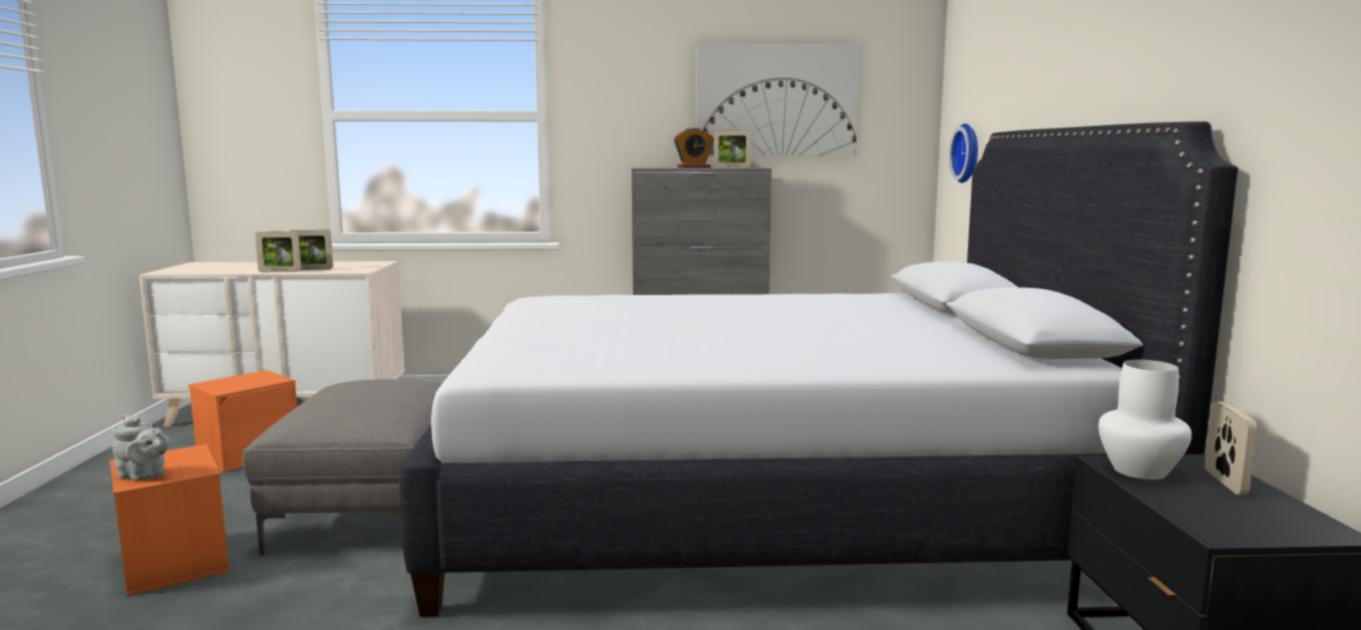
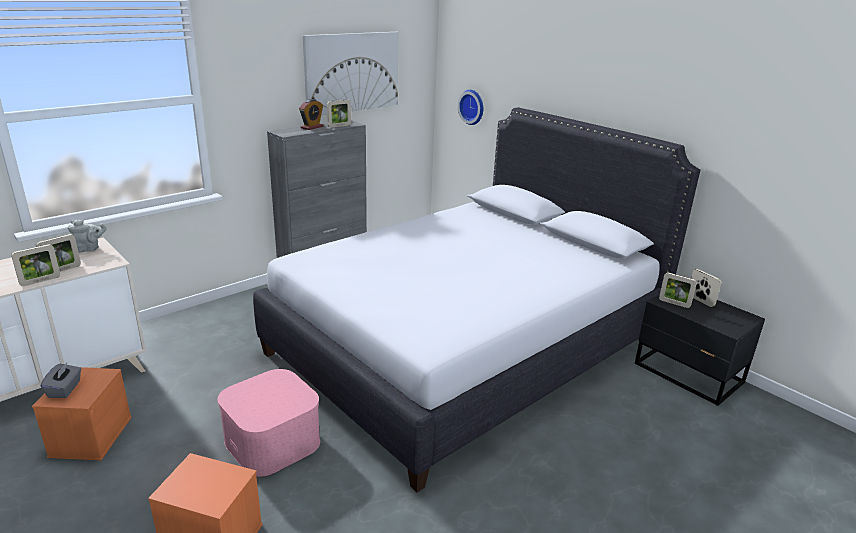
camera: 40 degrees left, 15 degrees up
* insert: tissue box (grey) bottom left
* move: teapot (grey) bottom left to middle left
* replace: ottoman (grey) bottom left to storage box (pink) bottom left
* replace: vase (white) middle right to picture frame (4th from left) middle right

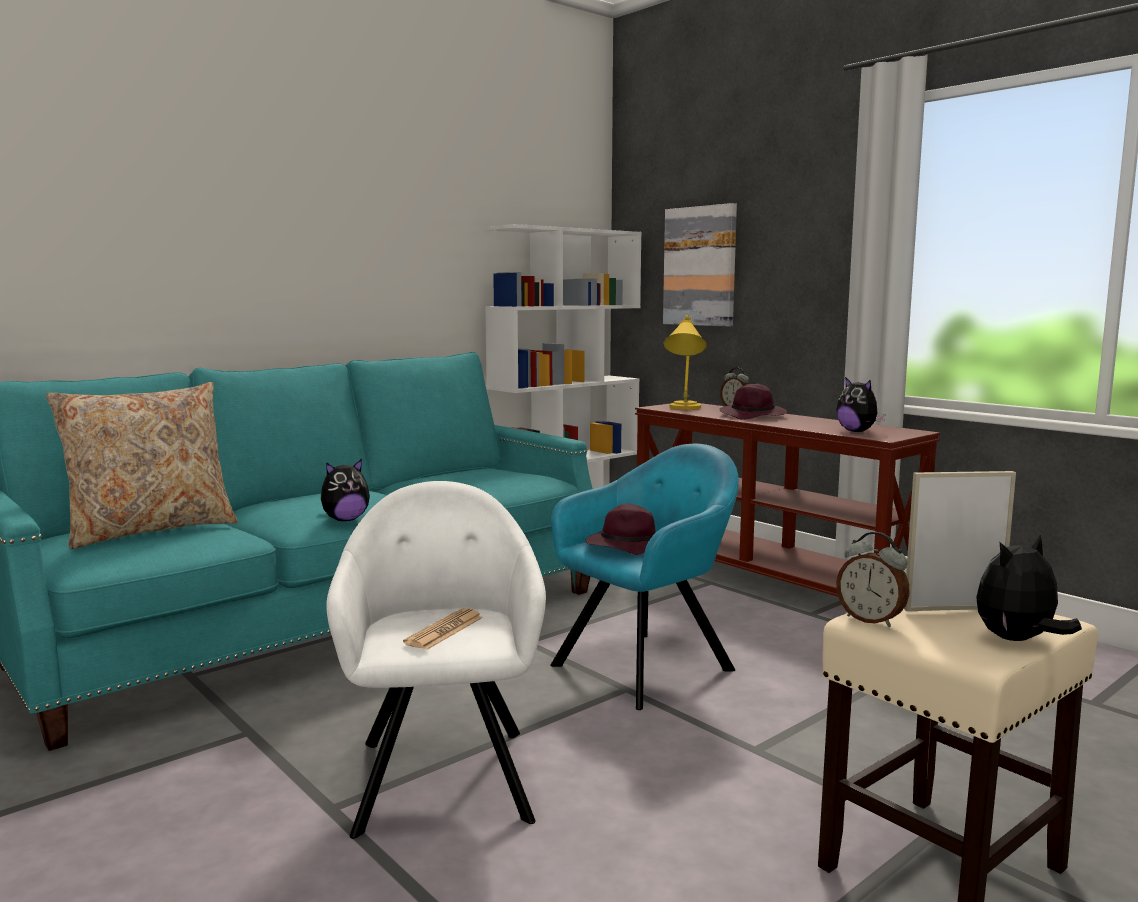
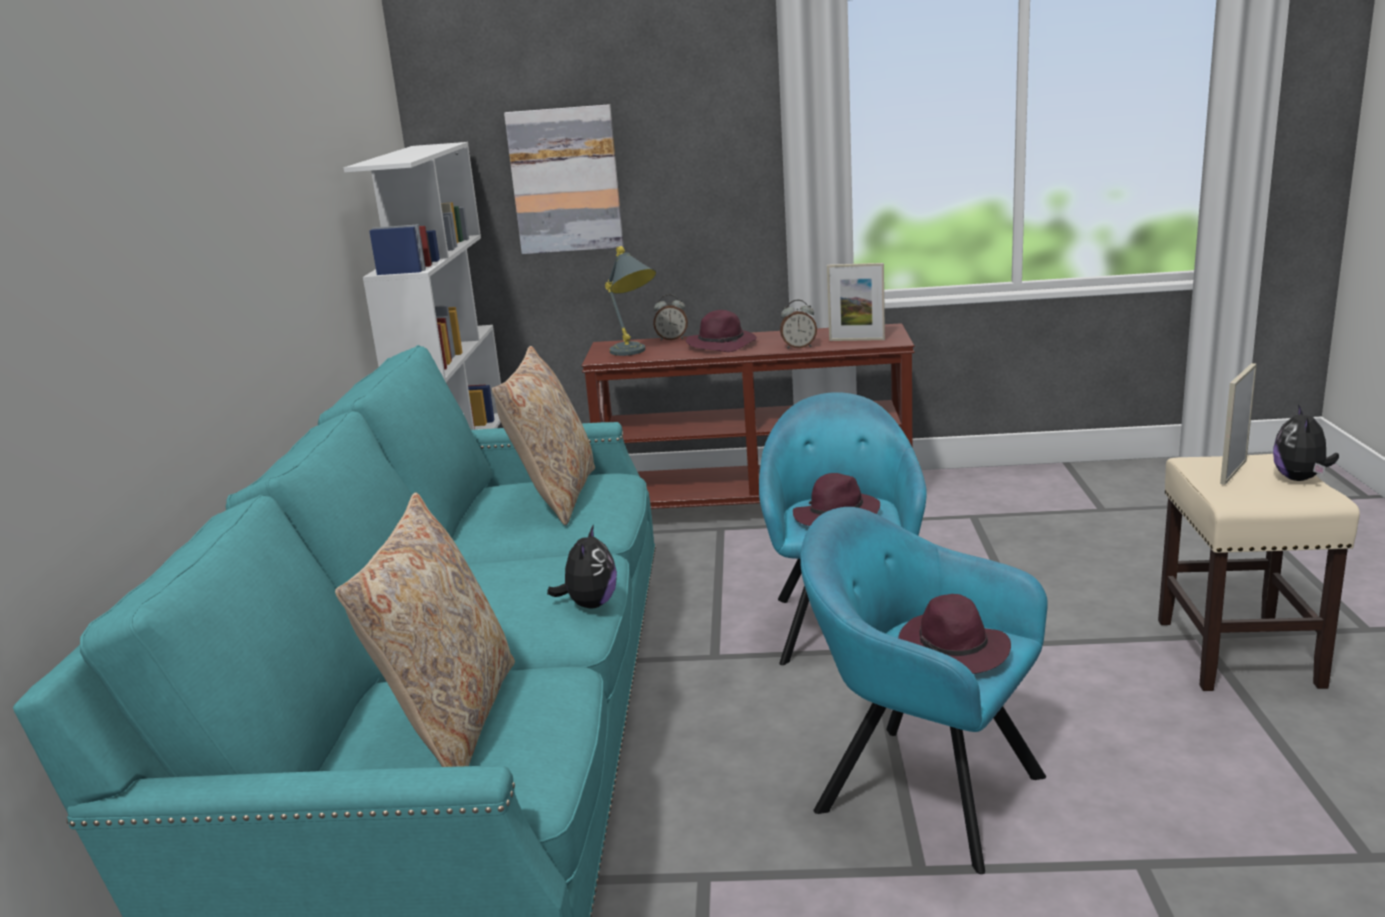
camera: 45 degrees left, 10 degrees up
* insert: pillow (beige) (2nd from left) centre
* move: alarm clock (2nd from left) middle right to centre
* replace: newspaper bottom centre to hat (purple) (3rd from left) bottom right
* replace: plush toy (2nd from left) middle right to picture frame (1st from left) top centre
* recolor: armchair (white) bottom centre to armchair (turquoise) (2nd from left) bottom right
* recolor: table lamp (yellow) centre to table lamp (grey) top centre

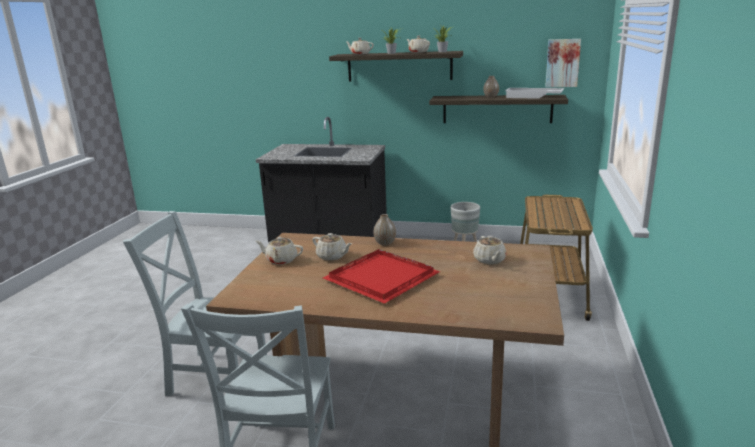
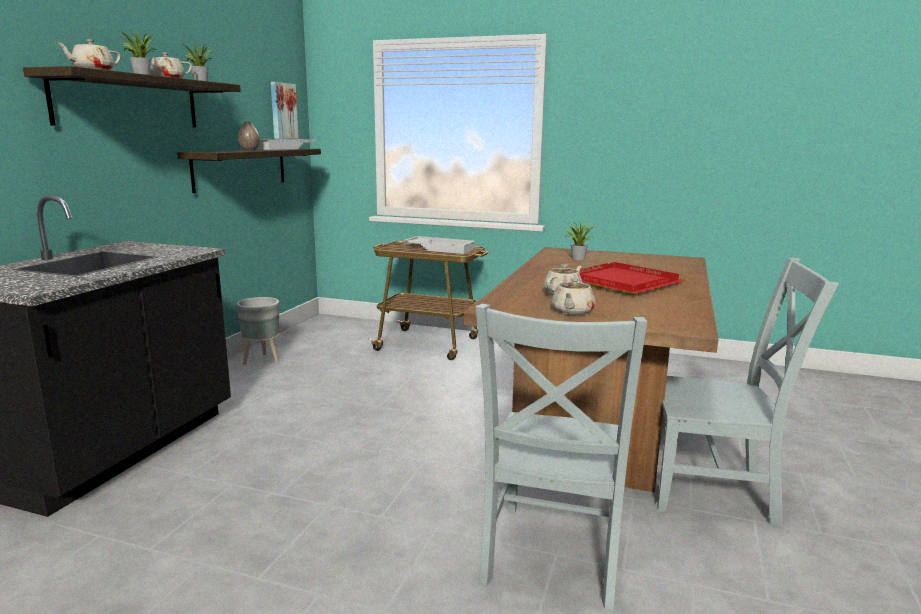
camera: 85 degrees left, 5 degrees down
* delete: vase (1st from left) centre
* insert: tray (white) (2nd from left) centre
* replace: teapot (beige) (5th from left) centre to potted plant (3rd from left) centre

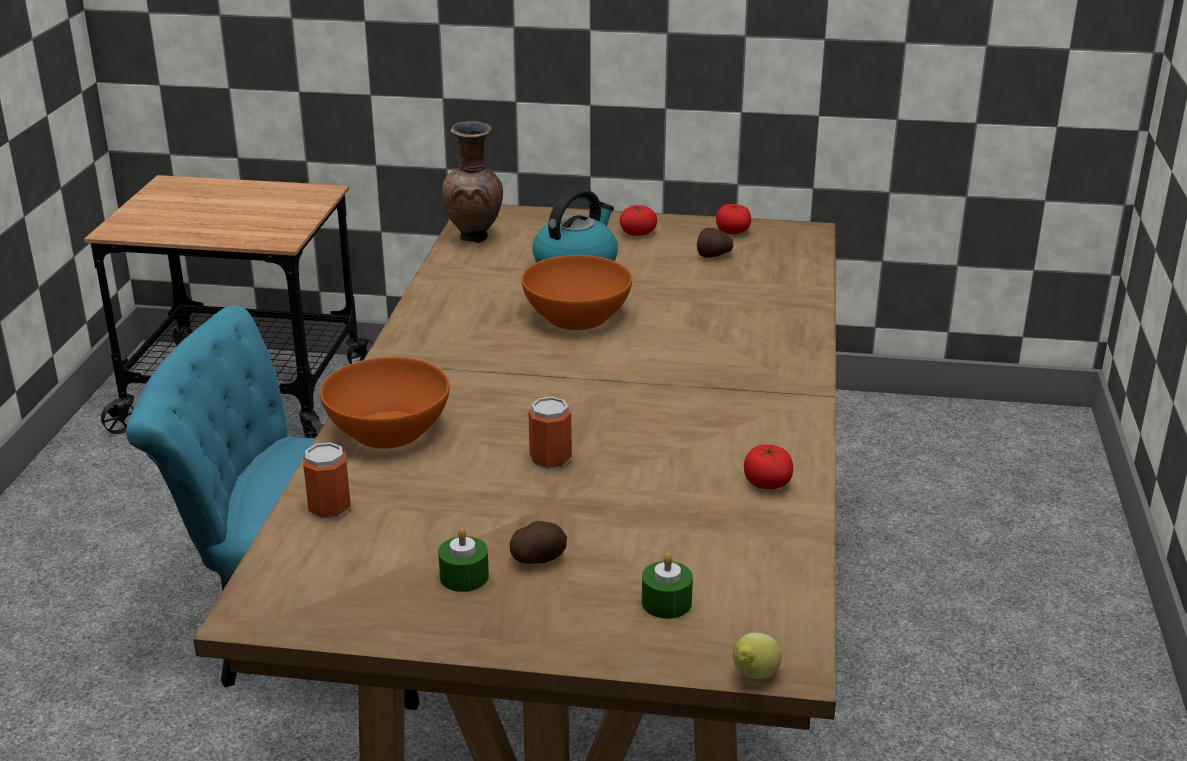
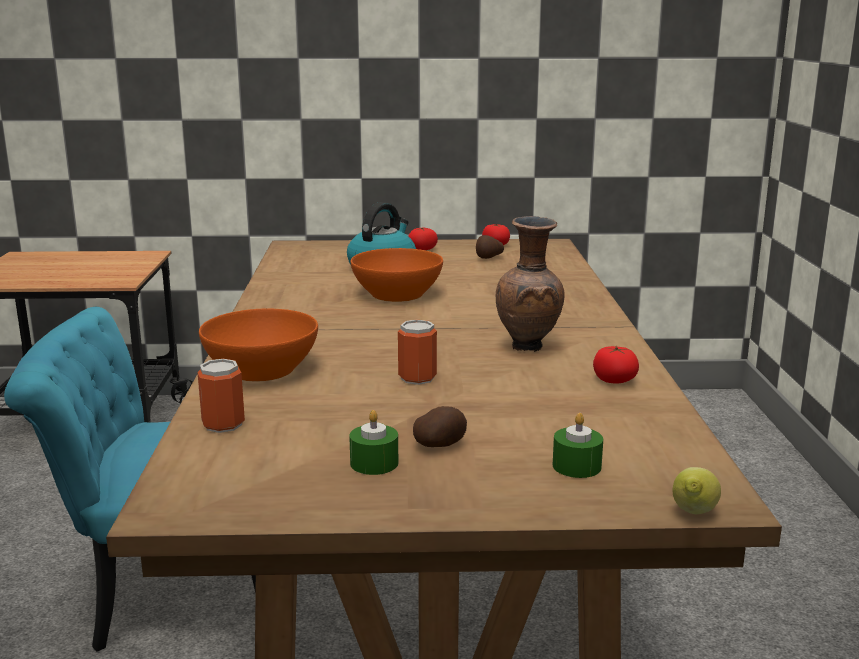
camera: 10 degrees left, 10 degrees down
* move: vase (brown) top centre to centre

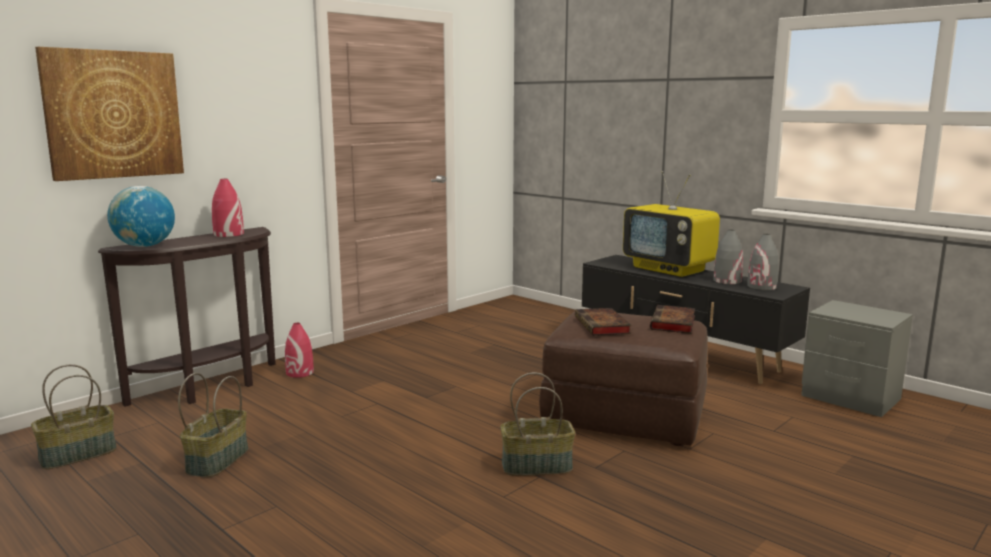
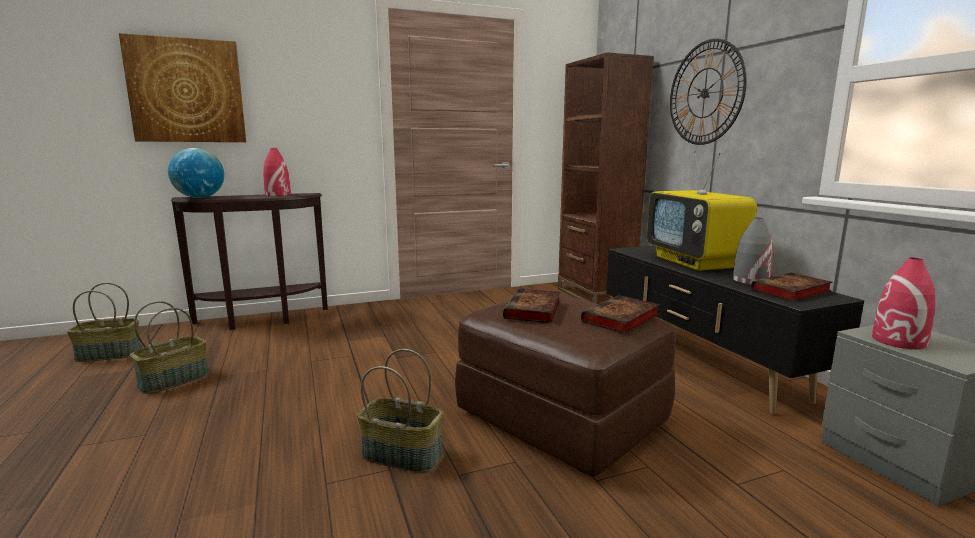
camera: 25 degrees right, 0 degrees up
* insert: bookcase (brown) top centre
* insert: wall clock top right
* move: vase (red) (2nd from left) middle left to middle right
* replace: vase (grey) (2nd from left) middle right to book (3rd from left) middle right

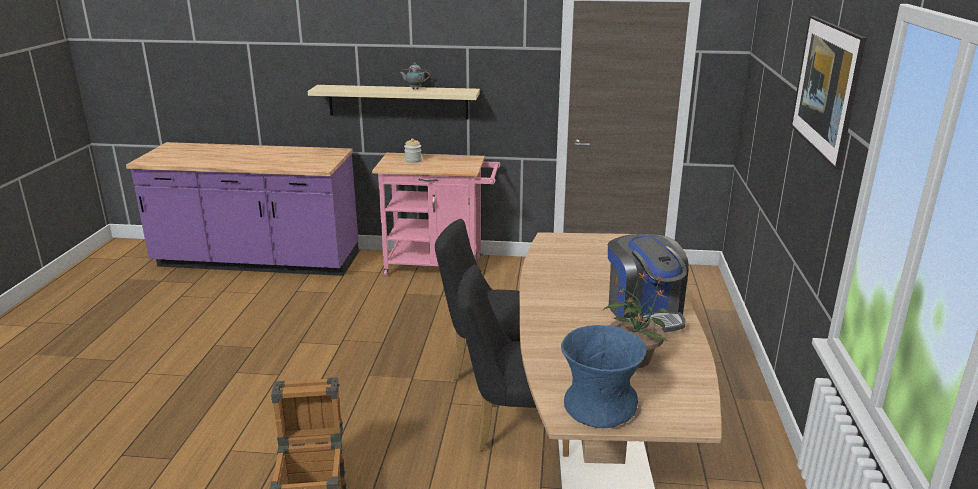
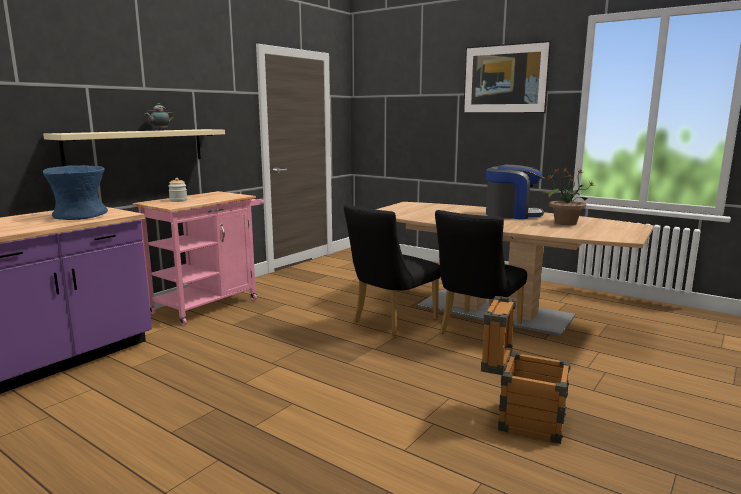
camera: 60 degrees left, 10 degrees down
* move: vase (blue) bottom centre to middle left

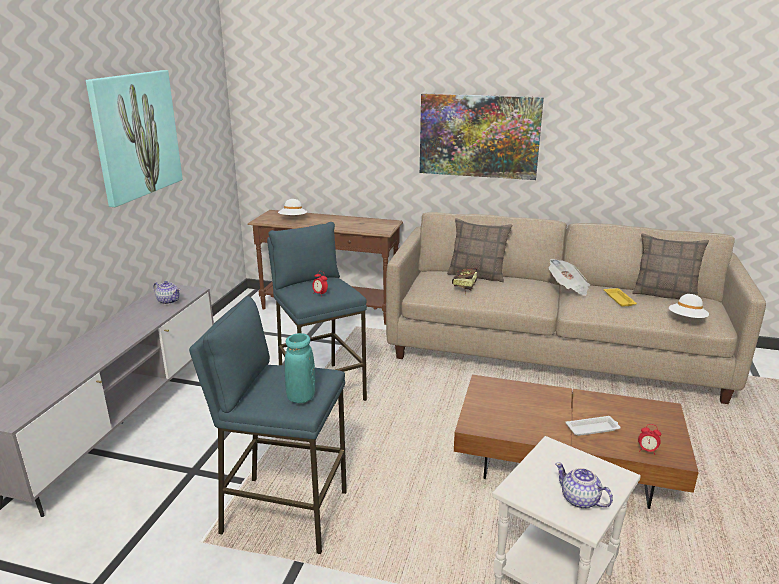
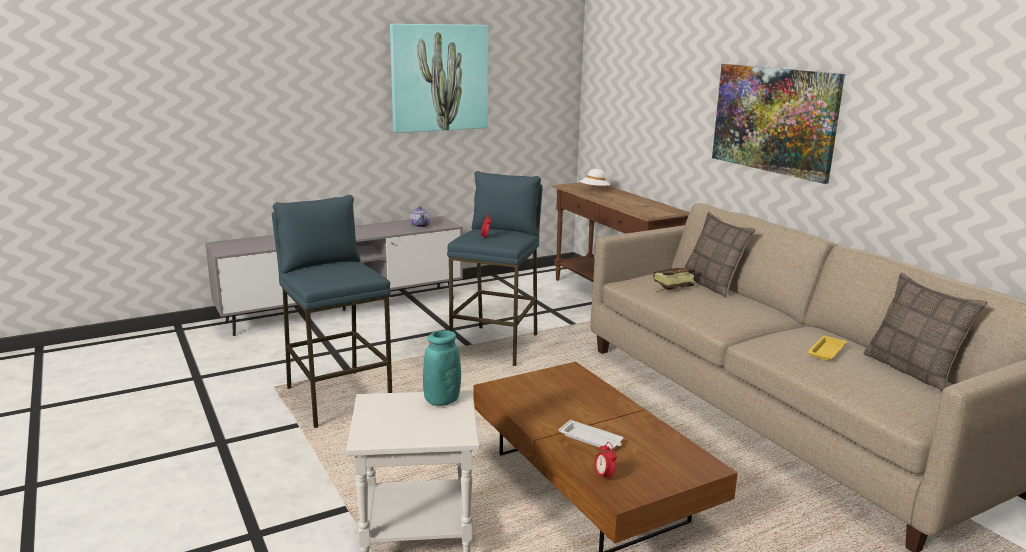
camera: 45 degrees right, 5 degrees down
* delete: newspaper middle right
* delete: teapot (2nd from left) bottom right
* delete: hat (white) (2nd from left) middle right
* move: vase (turquoise) centre to bottom centre

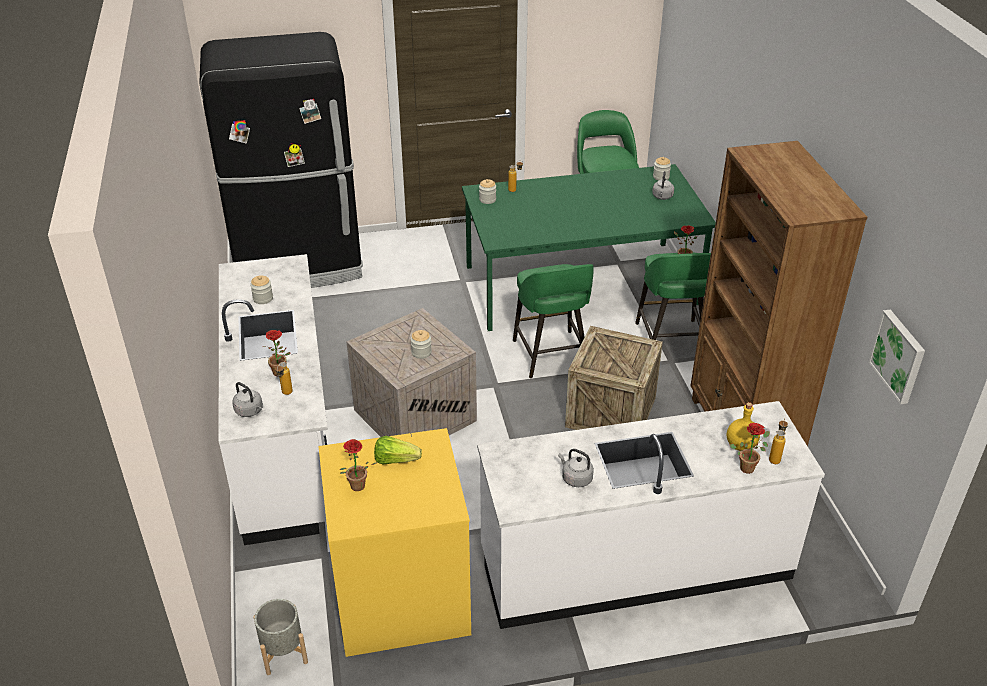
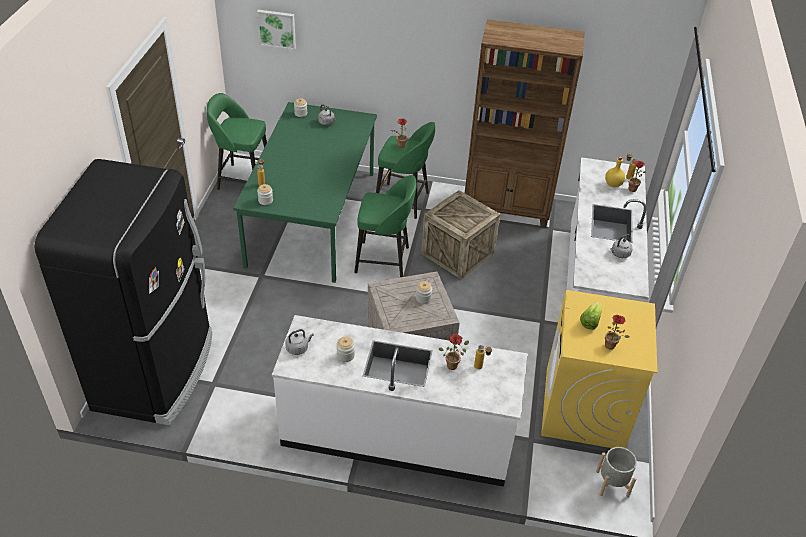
camera: 70 degrees left, 5 degrees up
* move: kettle (grey) (1st from left) middle left to centre
* move: picture middle right to top centre

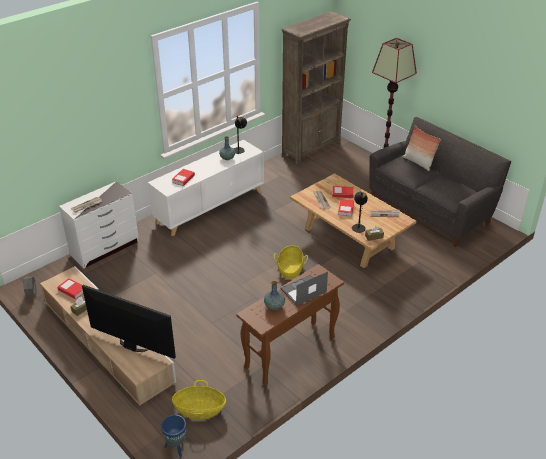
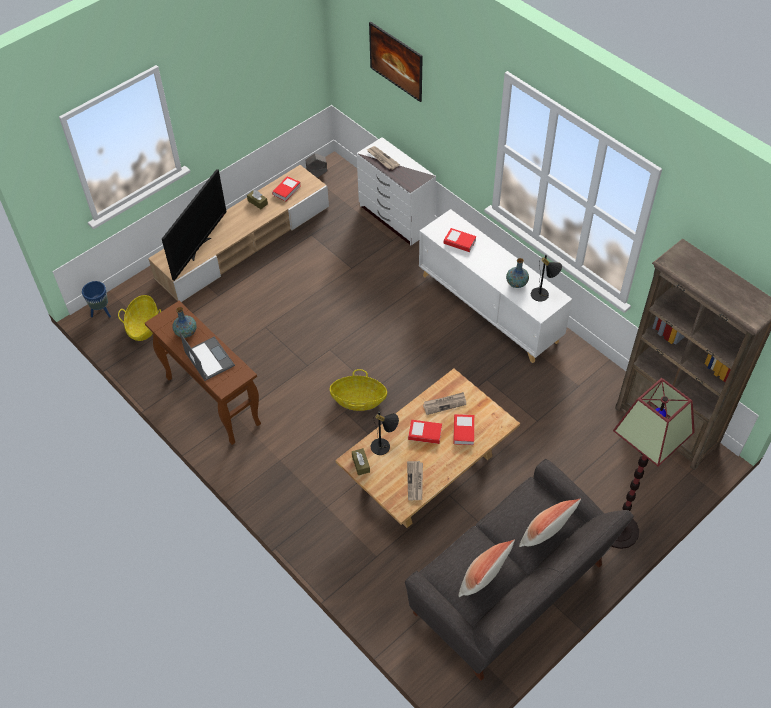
camera: 90 degrees right, 15 degrees up
* insert: picture top centre
* insert: pillow (1st from left) bottom centre

